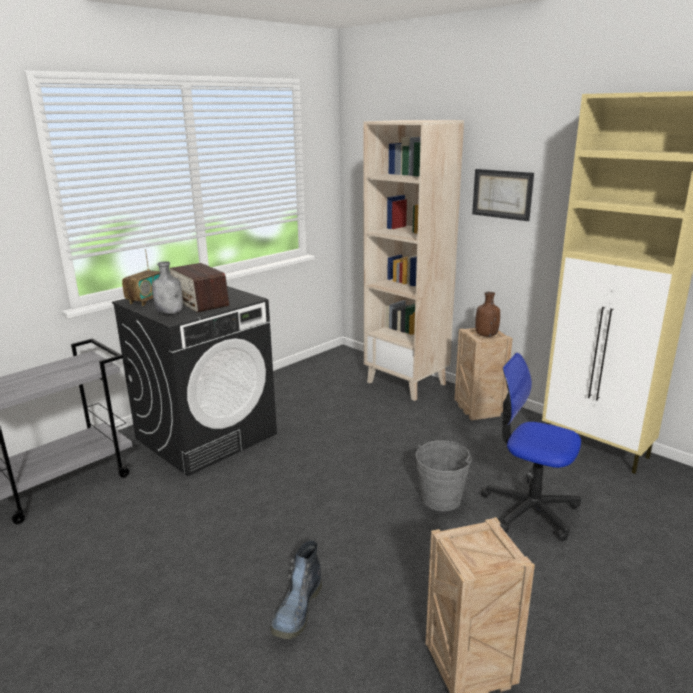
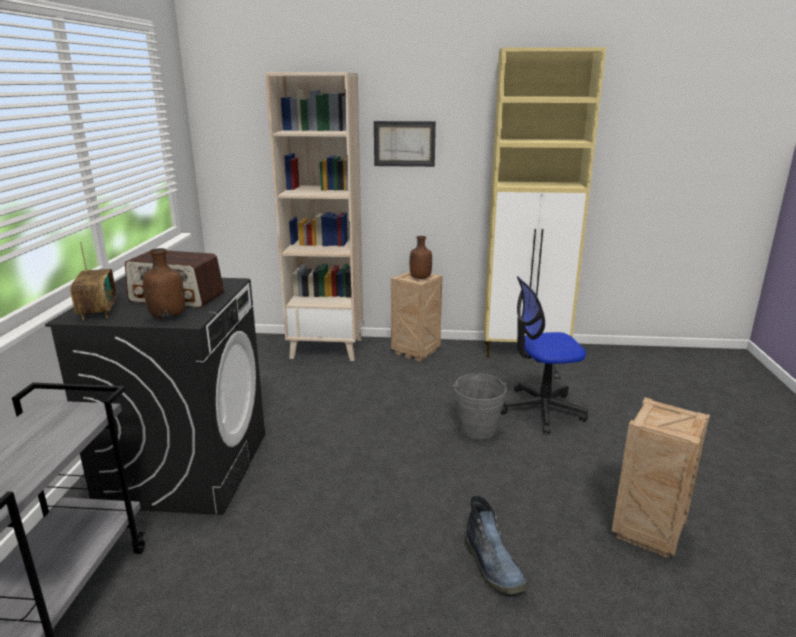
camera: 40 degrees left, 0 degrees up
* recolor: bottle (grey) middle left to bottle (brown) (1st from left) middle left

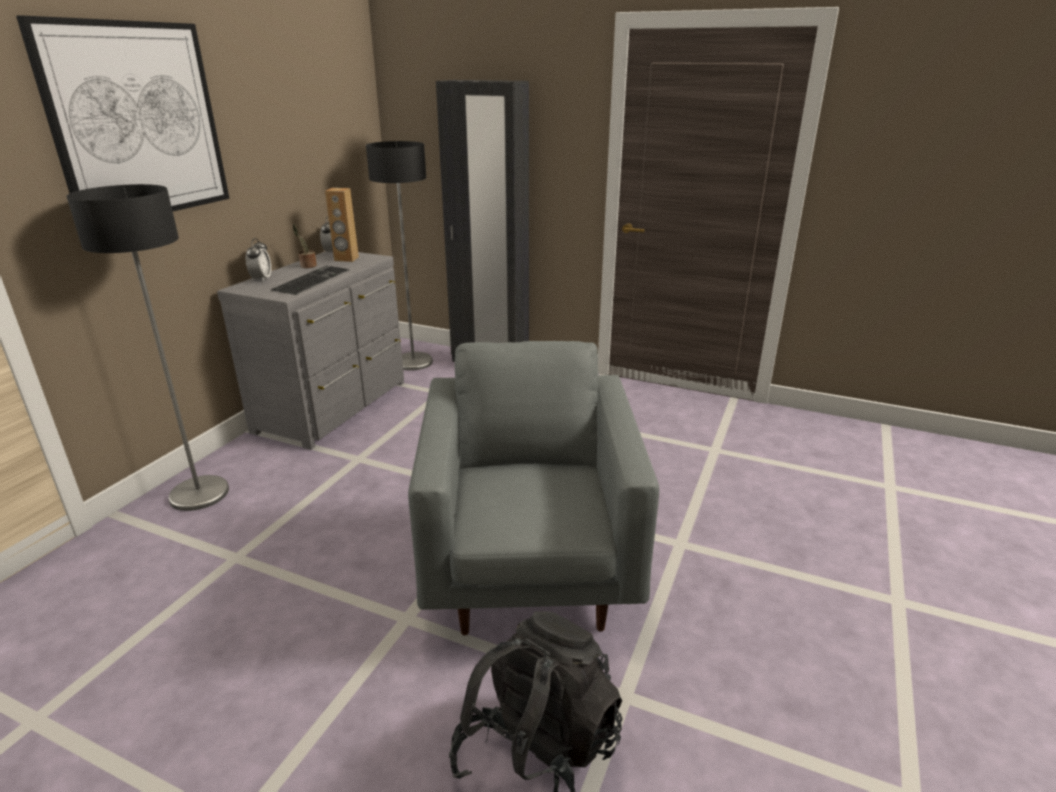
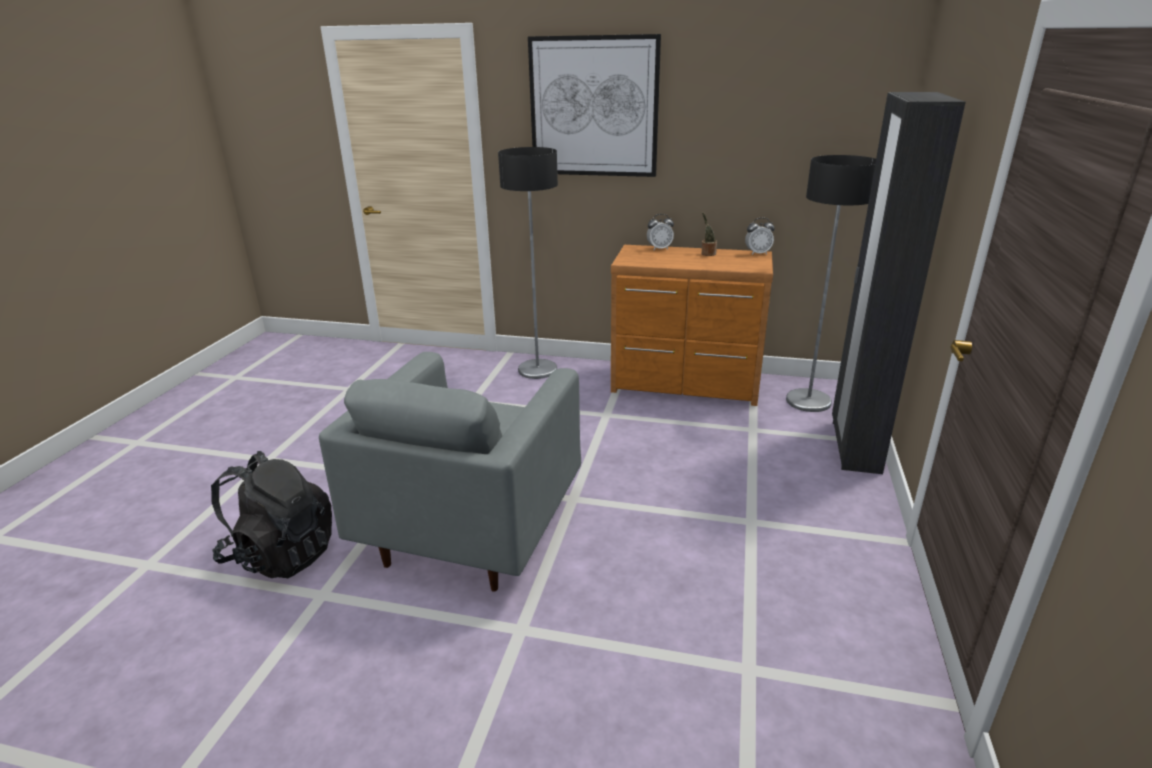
camera: 80 degrees right, 0 degrees up
* delete: keyboard middle left
* delete: speaker (brown) top left
* recolor: dresser (grey) middle left to dresser (brown) centre
* rotate: armchair (grey) centre = centre 120 degrees clockwise

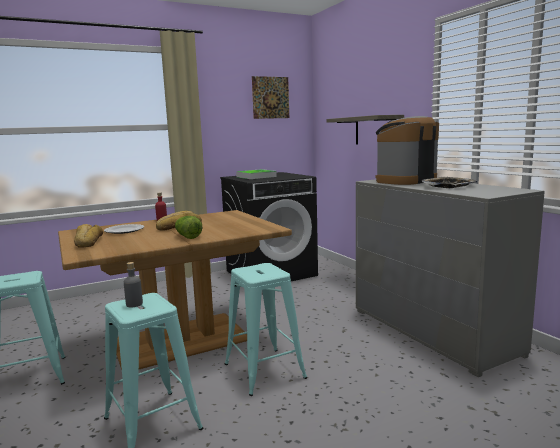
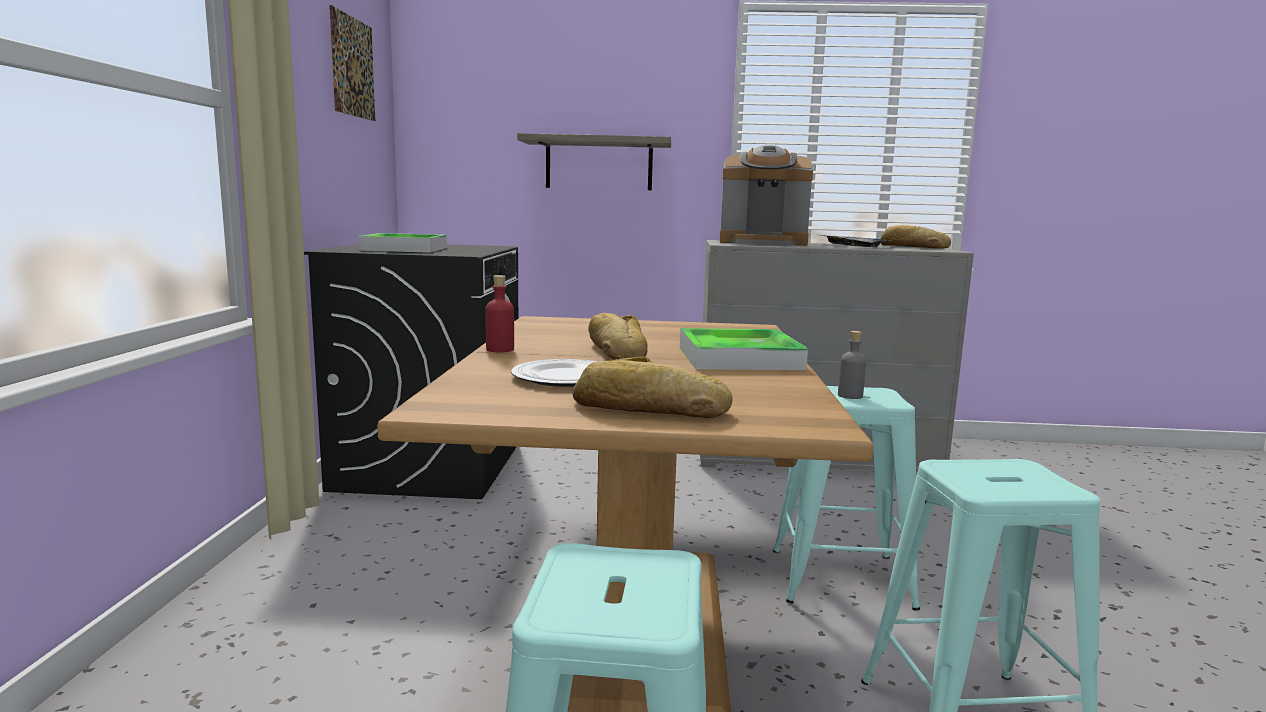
camera: 60 degrees left, 0 degrees up
* insert: bread (3rd from left) top right
* move: bottle (grey) middle left to middle right
* replace: lettuce centre to tray (2nd from left) centre
* rotate: coffee machine middle right = top centre 75 degrees counterclockwise

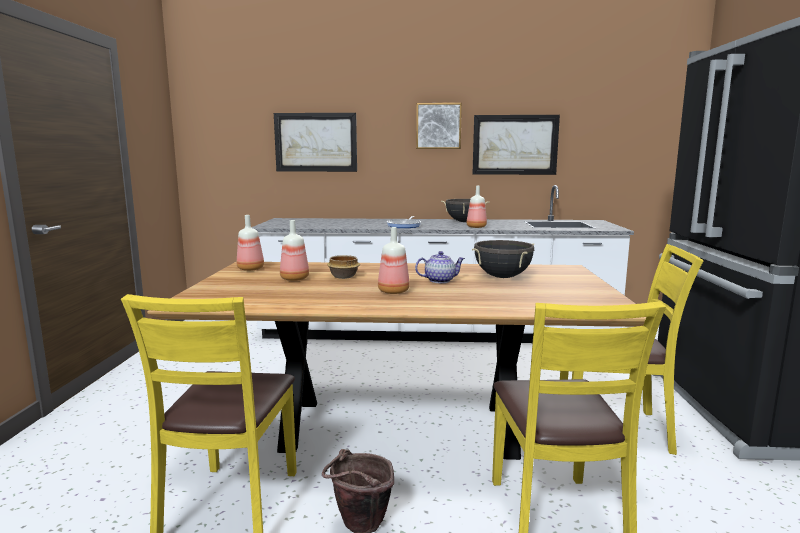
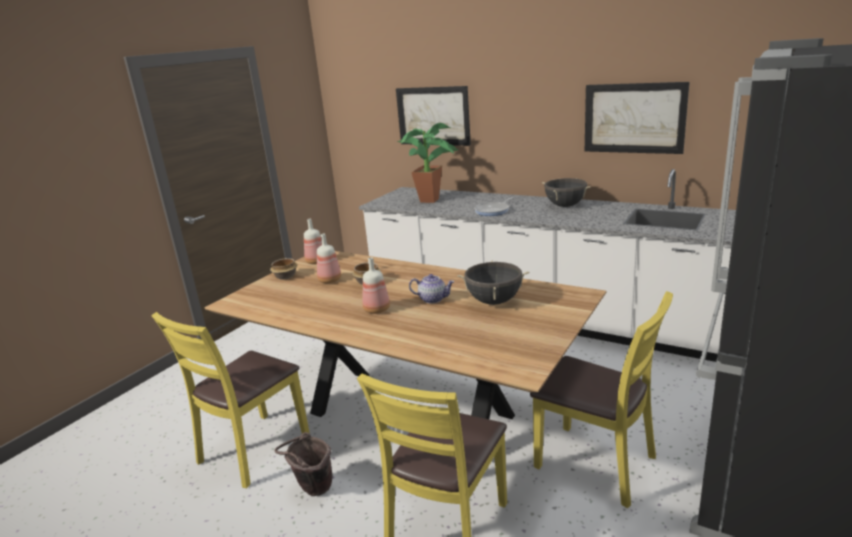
camera: 30 degrees right, 10 degrees up
* delete: picture (2nd from left) top centre
* delete: bottle (4th from left) centre
* insert: bowl (1st from left) centre
* insert: potted plant top centre

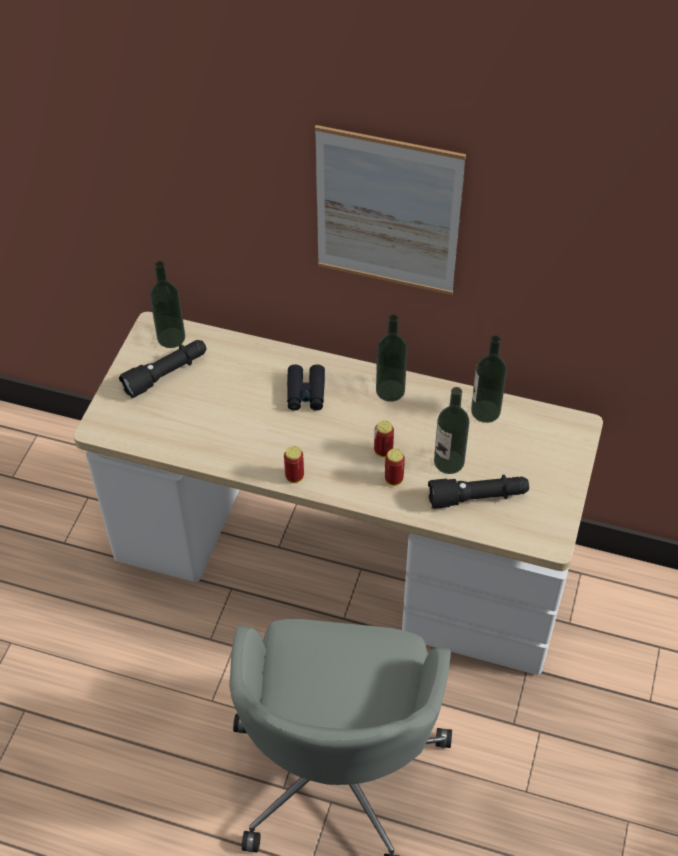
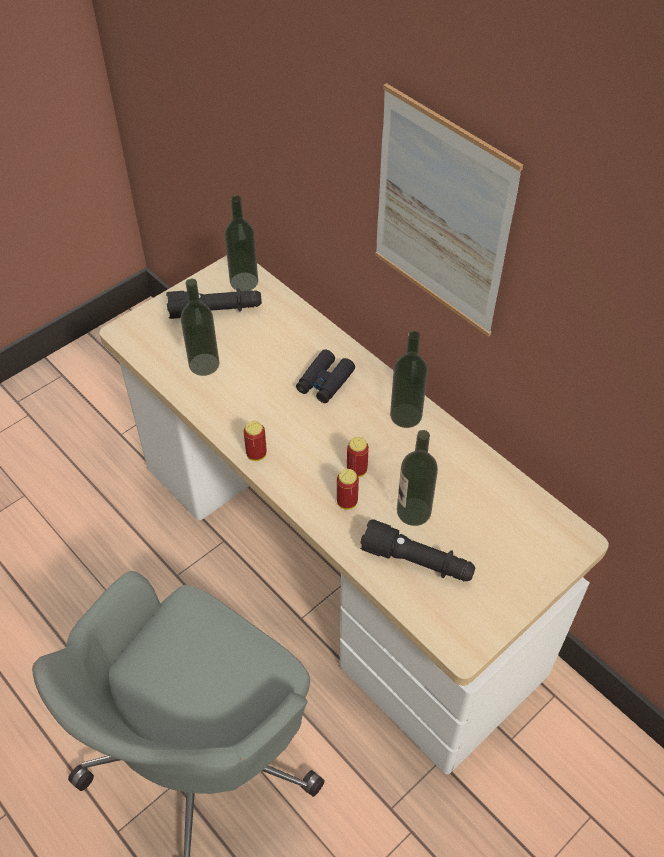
camera: 30 degrees right, 0 degrees up
* move: bottle (4th from left in the first image) middle right to bottle (1st from left) middle left

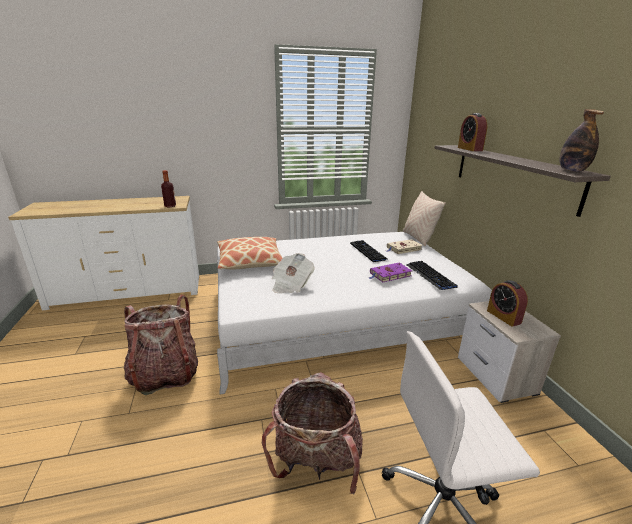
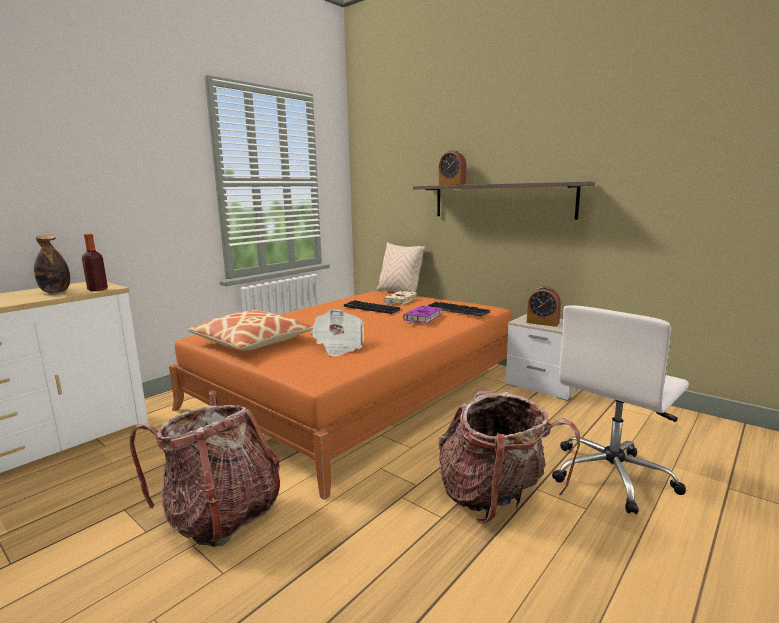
camera: 35 degrees left, 10 degrees down
* move: bottle (2nd from left in the first image) top right to bottle (1st from left) middle left
* recolor: bed (white) centre to bed (orange) centre

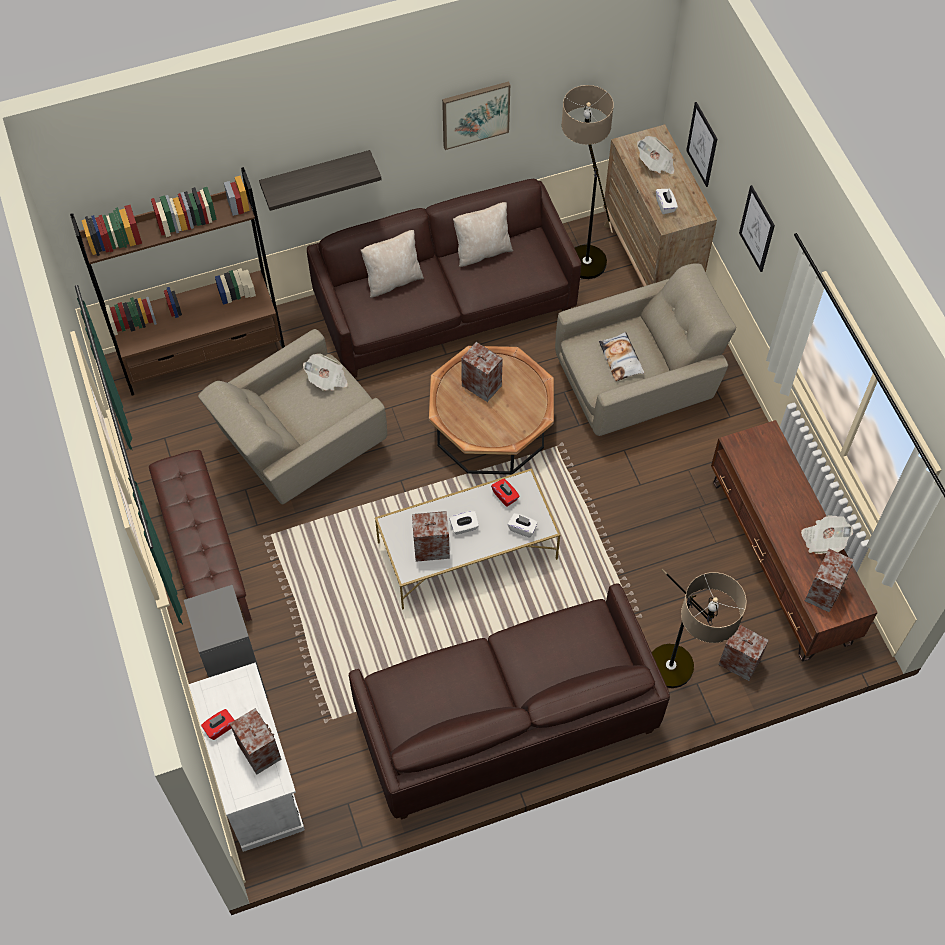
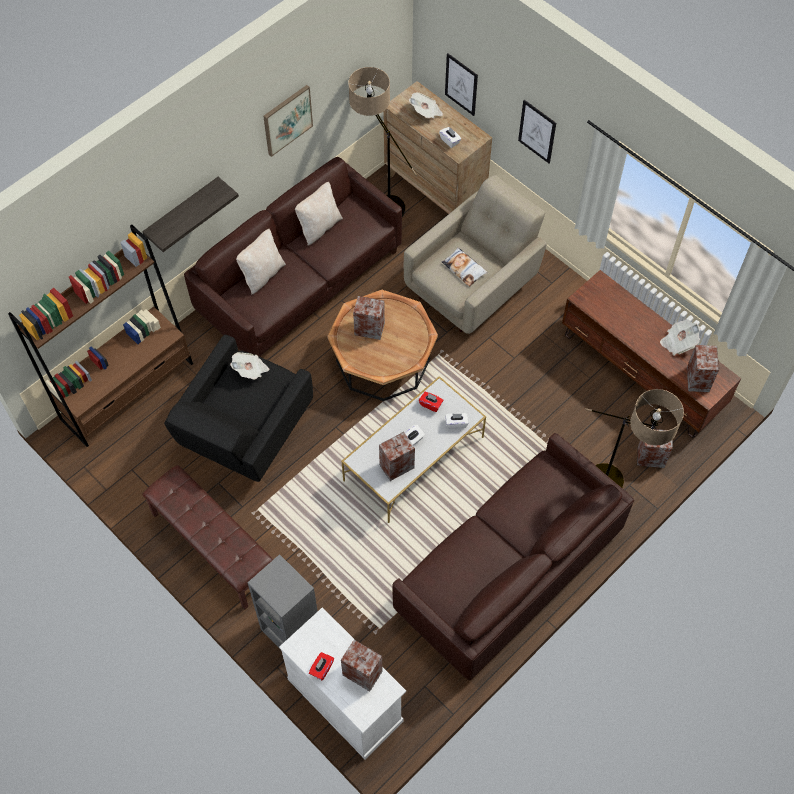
camera: 25 degrees left, 0 degrees up
* recolor: armchair (beige) (1st from left) middle left to armchair (black) middle left

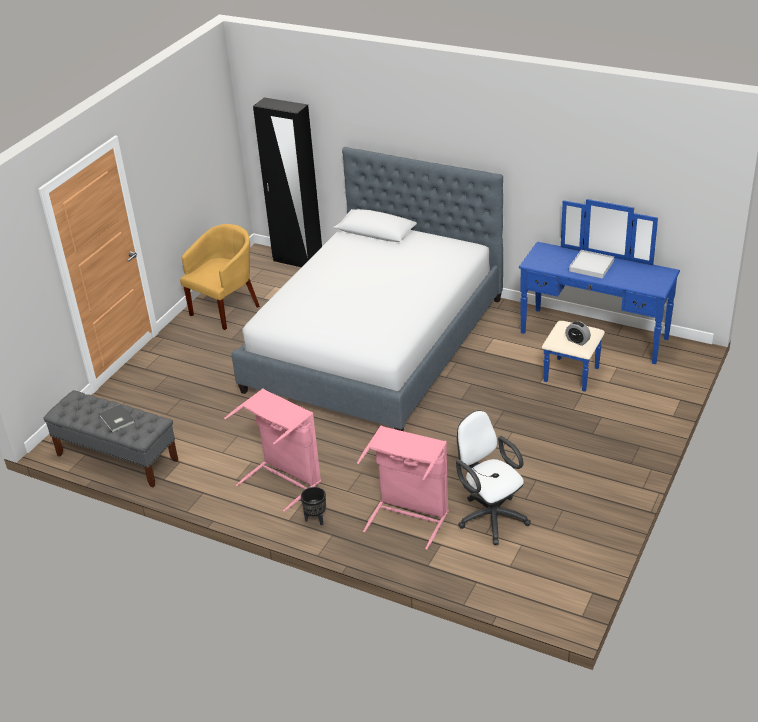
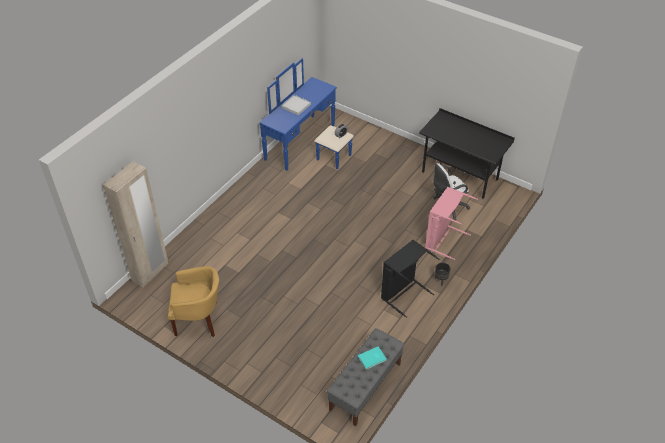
camera: 85 degrees left, 10 degrees up
* delete: bed centre
* insert: desk (black) middle right
* recolor: book (grey) middle left to book (turquoise) bottom centre
* recolor: laundry basket (pink) (1st from left) centre to laundry basket (black) centre
* recolor: wardrobe (black) top centre to wardrobe (beige) middle left
* rotate: armchair (yellow) middle left = bottom left 135 degrees clockwise

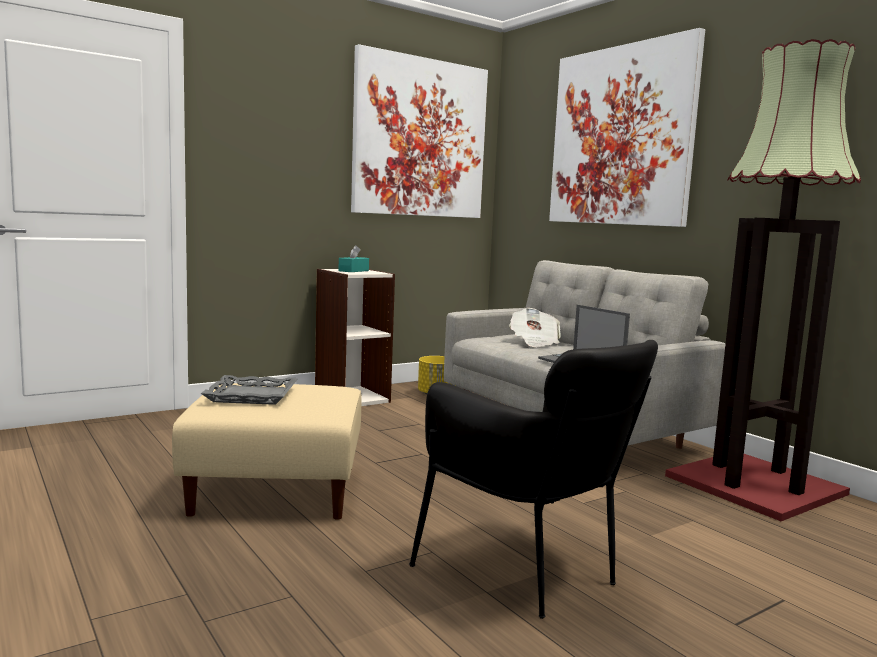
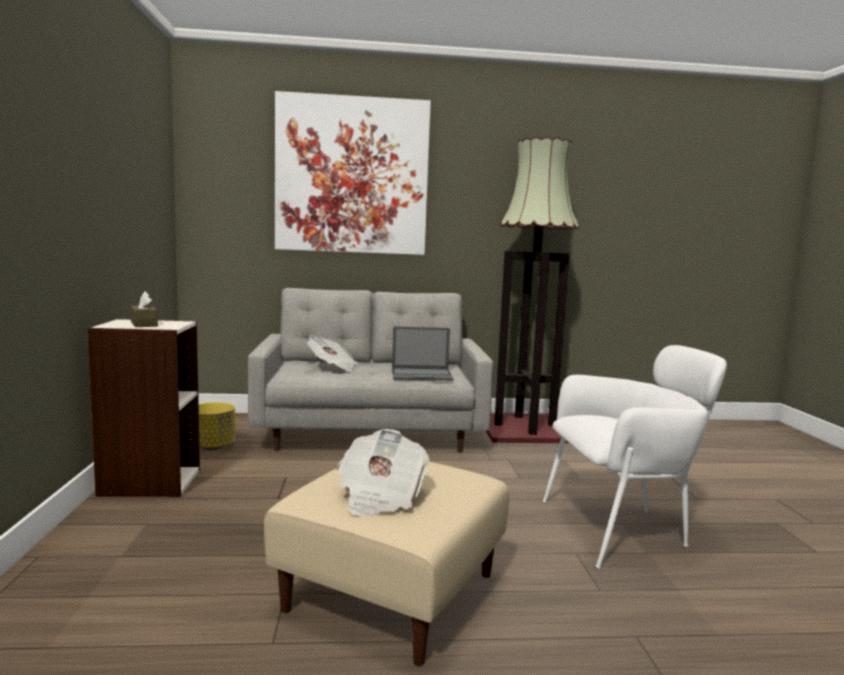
camera: 60 degrees left, 0 degrees up
* delete: picture (1st from left) top centre
* replace: tray (grey) middle left to newspaper (2nd from left) bottom centre
* recolor: tissue box (turquoise) centre to tissue box (brown) middle left
* recolor: armchair (black) bottom centre to armchair (white) bottom right

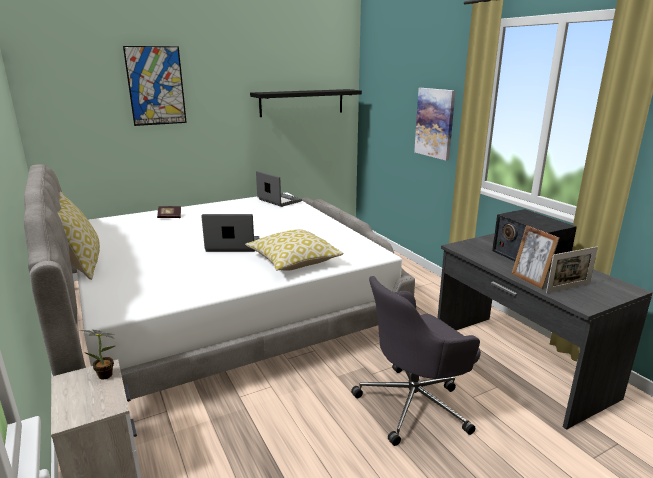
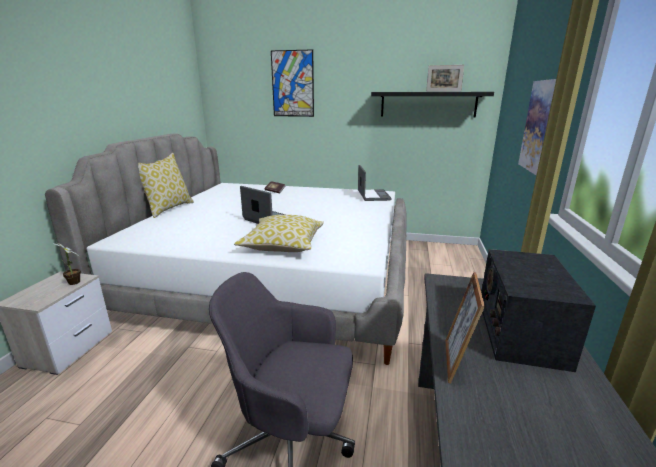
camera: 40 degrees right, 0 degrees up
* move: picture frame (2nd from left in the first image) middle right to picture frame (1st from left) top right

